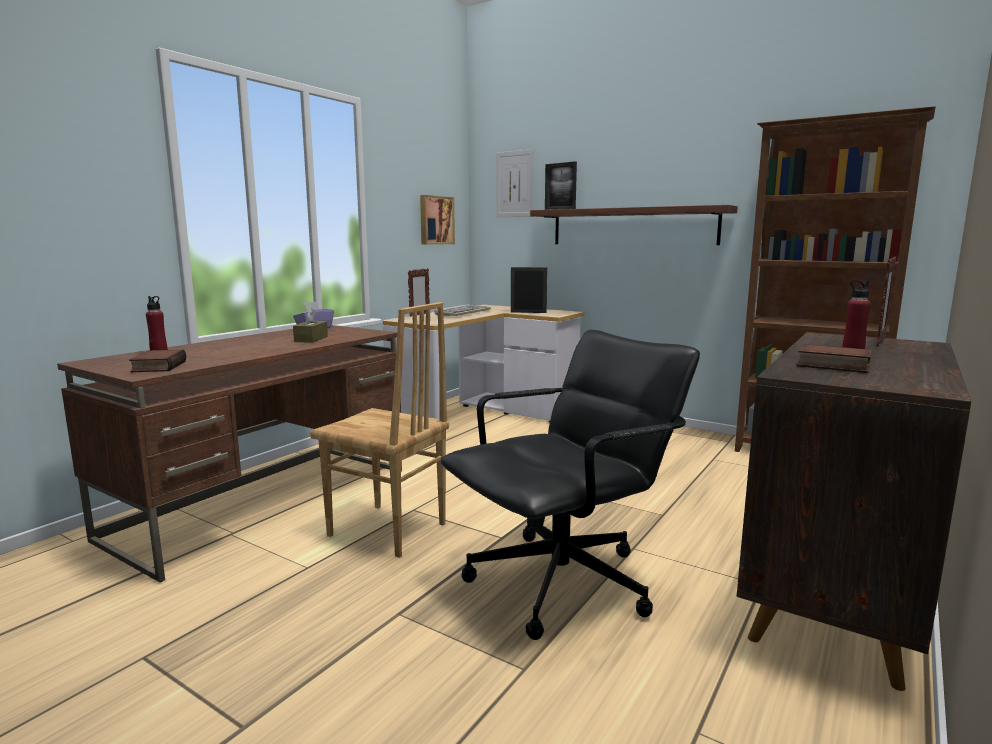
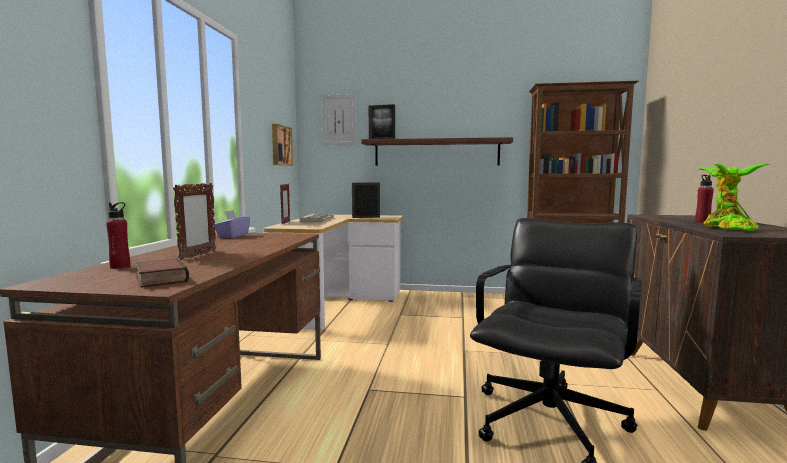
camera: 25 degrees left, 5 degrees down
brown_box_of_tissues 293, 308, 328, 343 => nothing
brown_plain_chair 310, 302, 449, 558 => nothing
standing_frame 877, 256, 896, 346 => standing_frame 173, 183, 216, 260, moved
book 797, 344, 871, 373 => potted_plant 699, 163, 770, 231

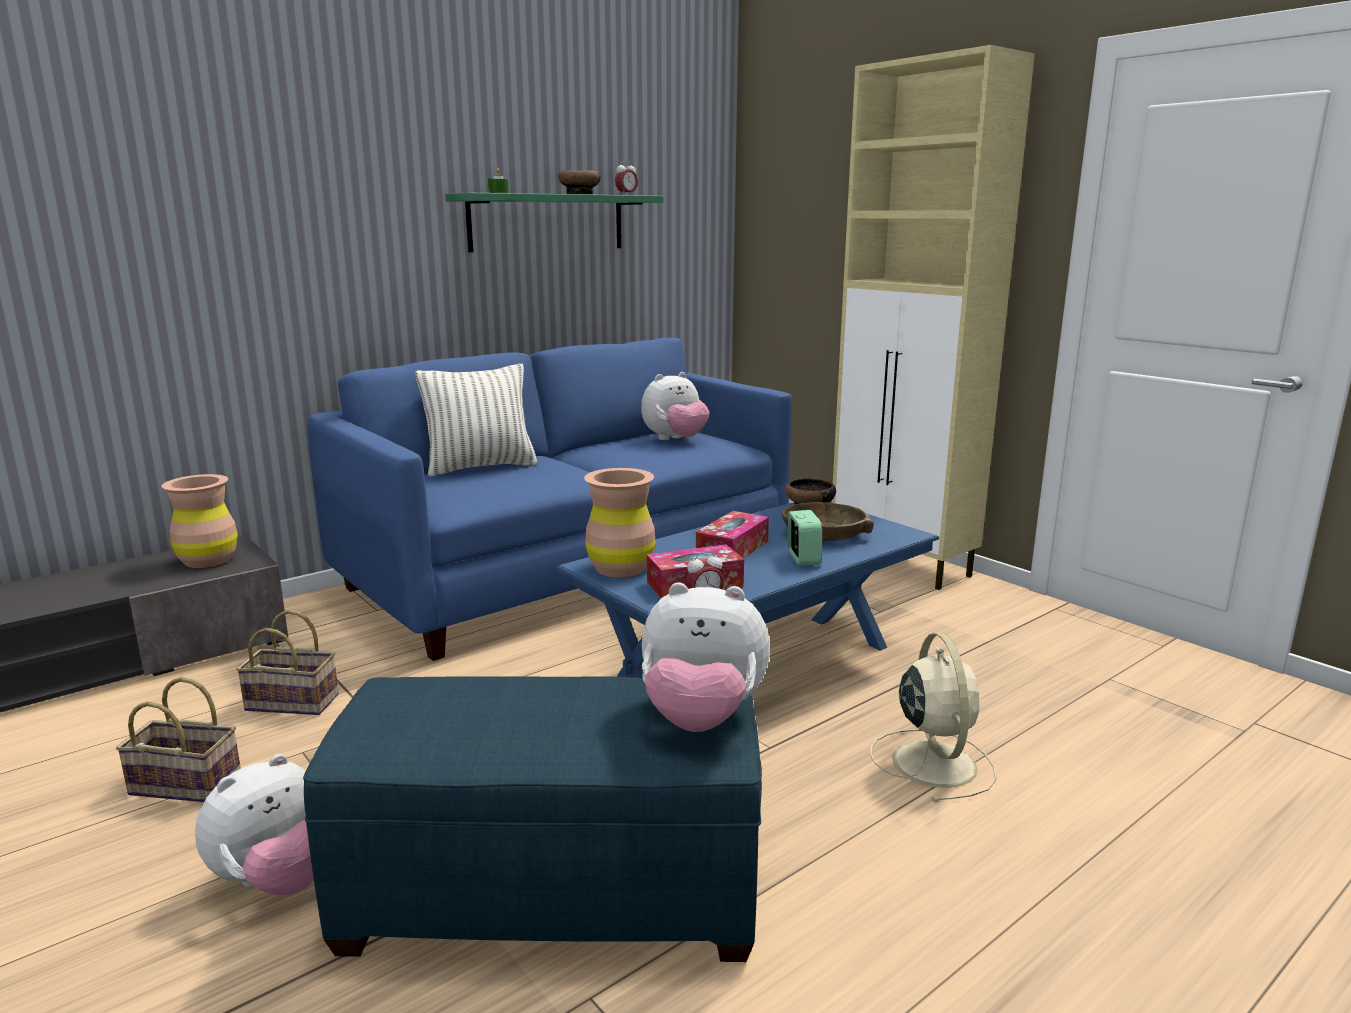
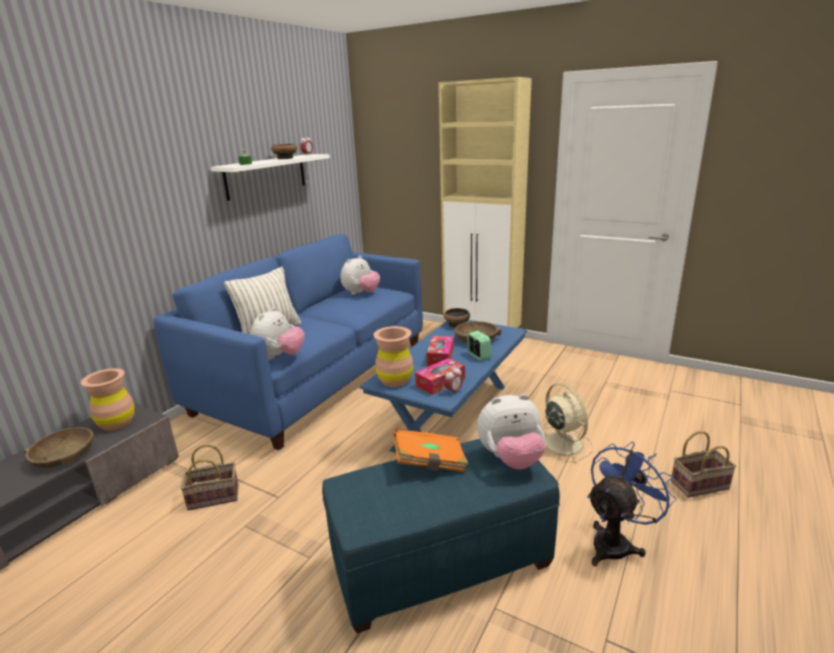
camera: 20 degrees left, 5 degrees up
nothing => brown_bowl 24, 427, 93, 468
nothing => orangey_book 393, 428, 468, 472
nothing => bluish_cooling_fan 587, 441, 676, 566
basket 116, 677, 241, 802 => basket 671, 431, 736, 498, moved
soft_toy 195, 754, 314, 895 => soft_toy 251, 307, 304, 360, moved
green-coloured_bracket_shelf 445, 193, 664, 252 => white_bracket_shelf 211, 154, 330, 201

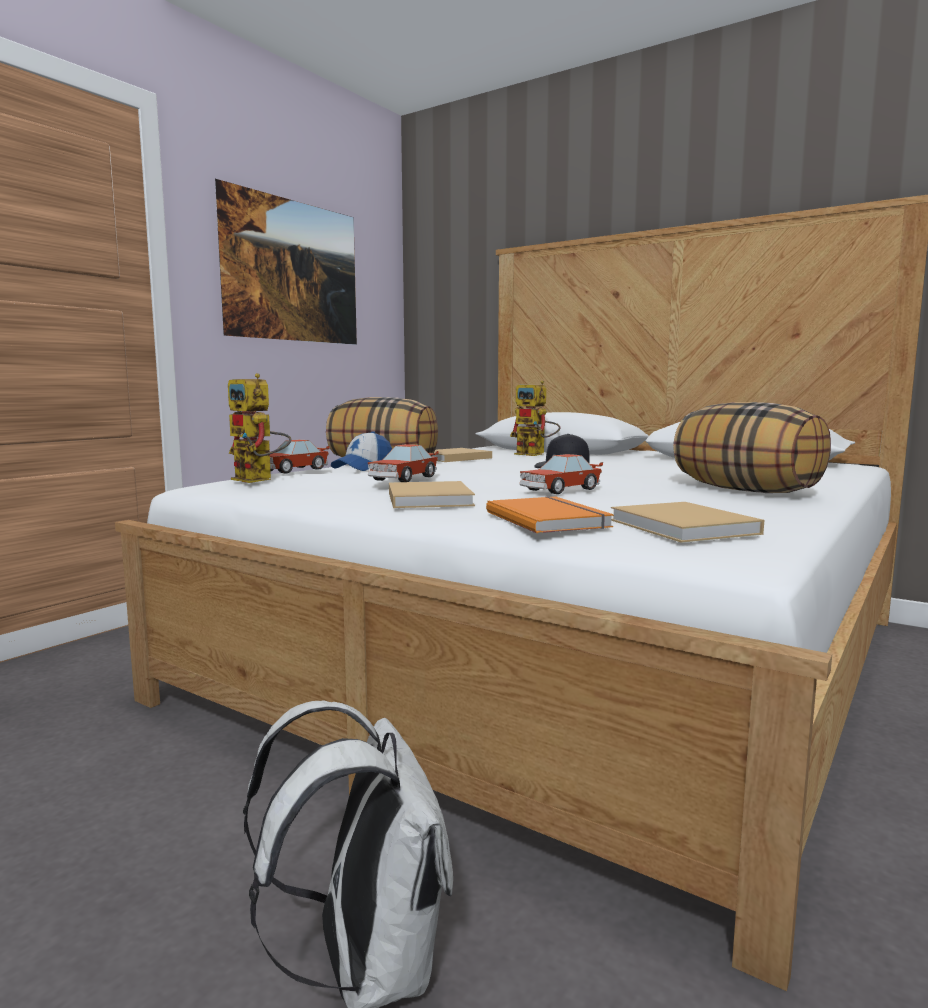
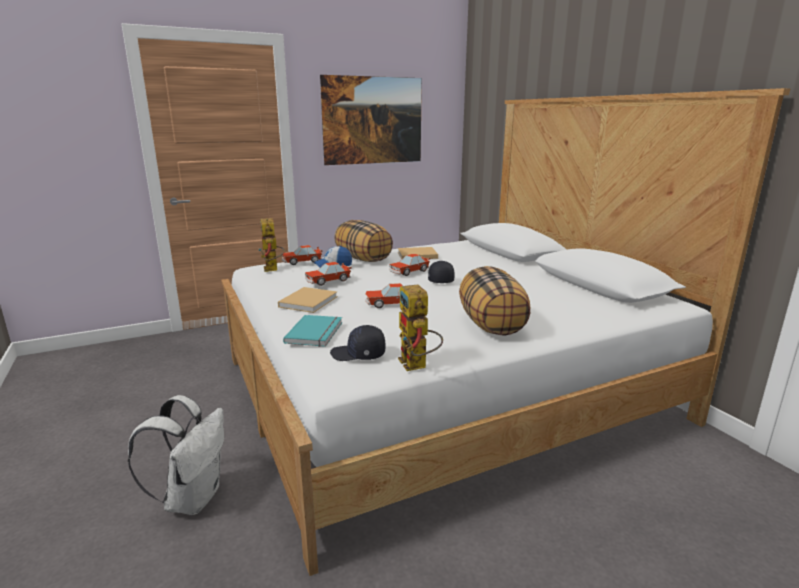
camera: 30 degrees right, 10 degrees up
nothing => toy_car 389, 254, 430, 276
model_robot 510, 380, 560, 456 => model_robot 398, 284, 443, 371, moved
beige-coloured_book 611, 502, 764, 543 => blackish_cap 330, 325, 385, 361
orangey_book 486, 496, 614, 533 => blue-green_book 283, 315, 342, 347

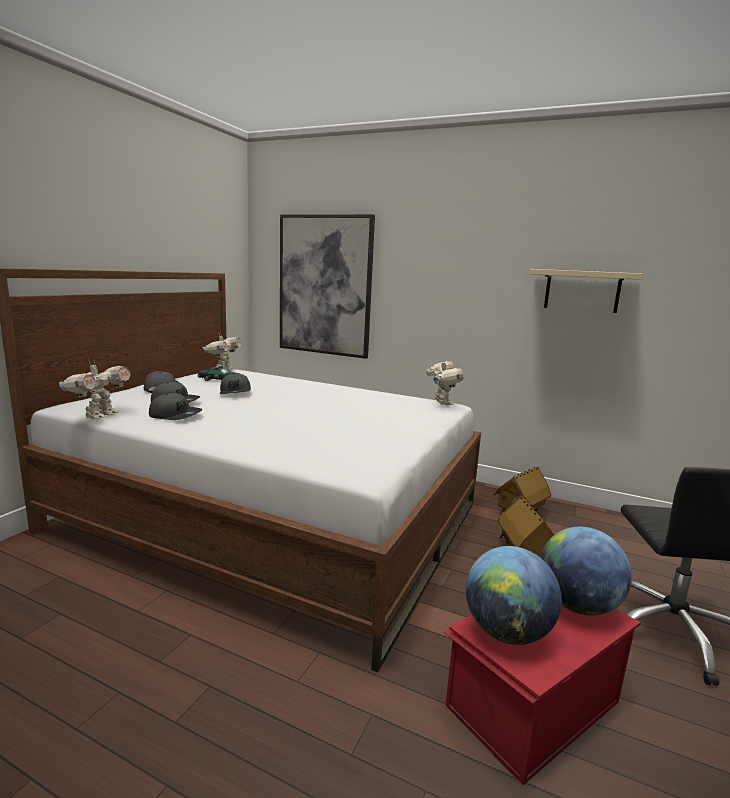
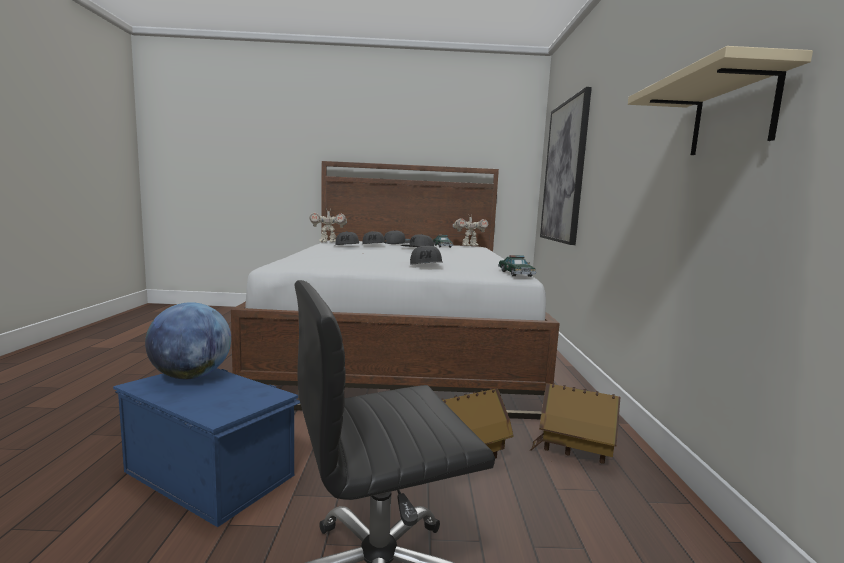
camera: 65 degrees right, 5 degrees down
globe 540, 527, 632, 616 => nothing
nothing => grey_cap 410, 245, 443, 265
model_robot 426, 358, 463, 405 => toy_car 498, 255, 537, 277
red-coloured_storage_box 444, 605, 641, 785 => bluish_storage_box 113, 368, 300, 527

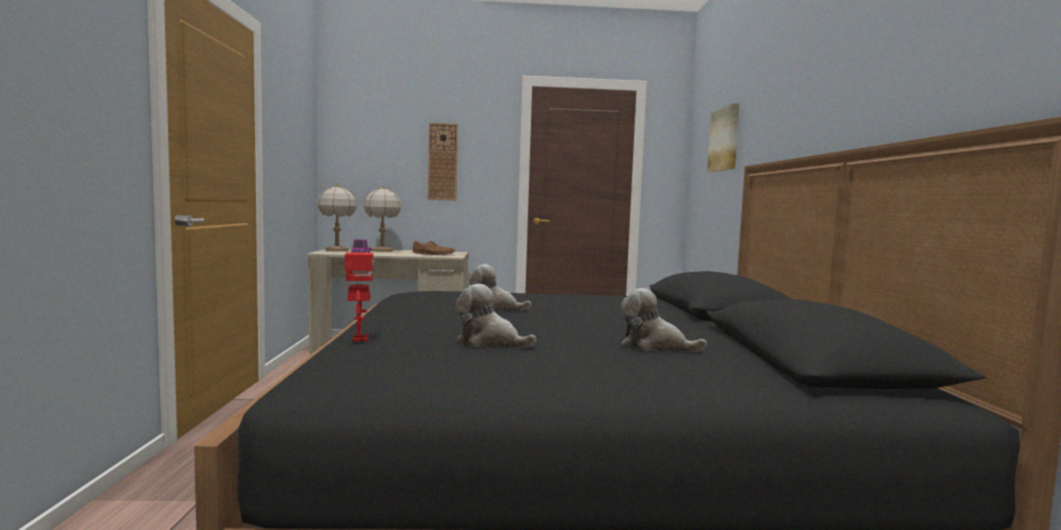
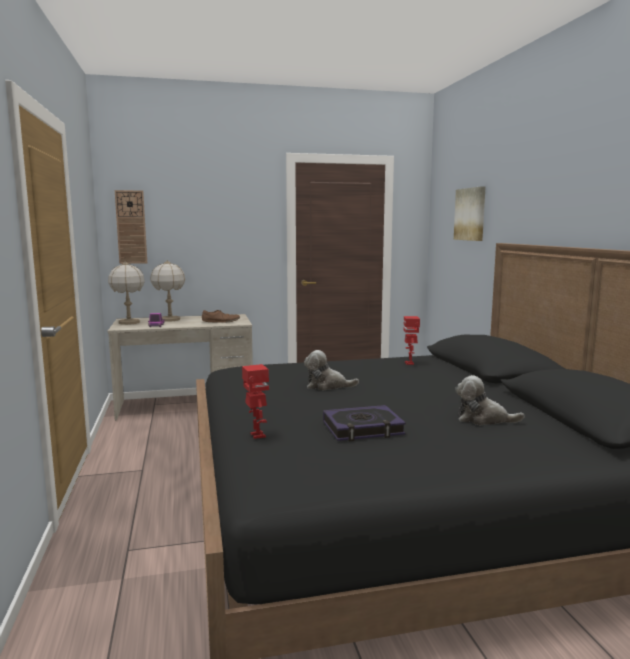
camera: 10 degrees left, 5 degrees up
nothing => model_robot 403, 316, 420, 365
wall_clock 428, 123, 458, 201 => wall_clock 115, 190, 147, 264, moved
soft_toy 456, 284, 536, 348 => book 323, 405, 406, 441

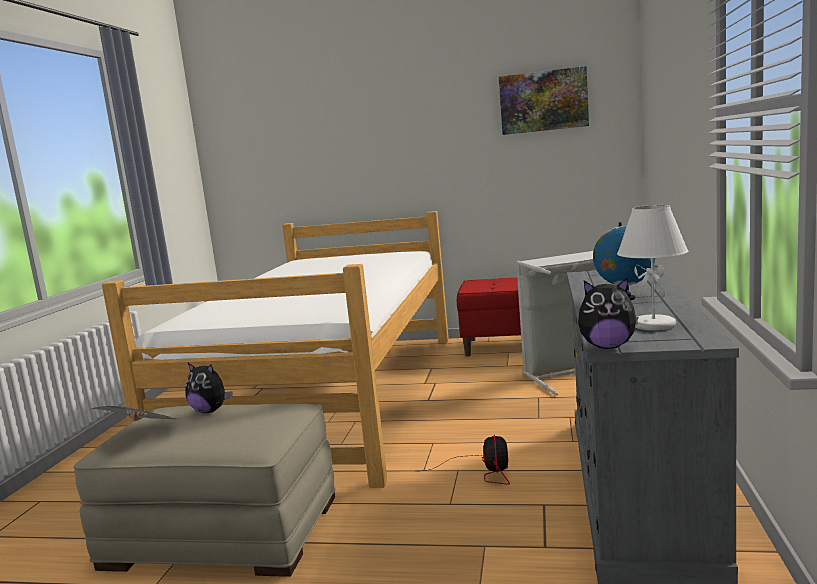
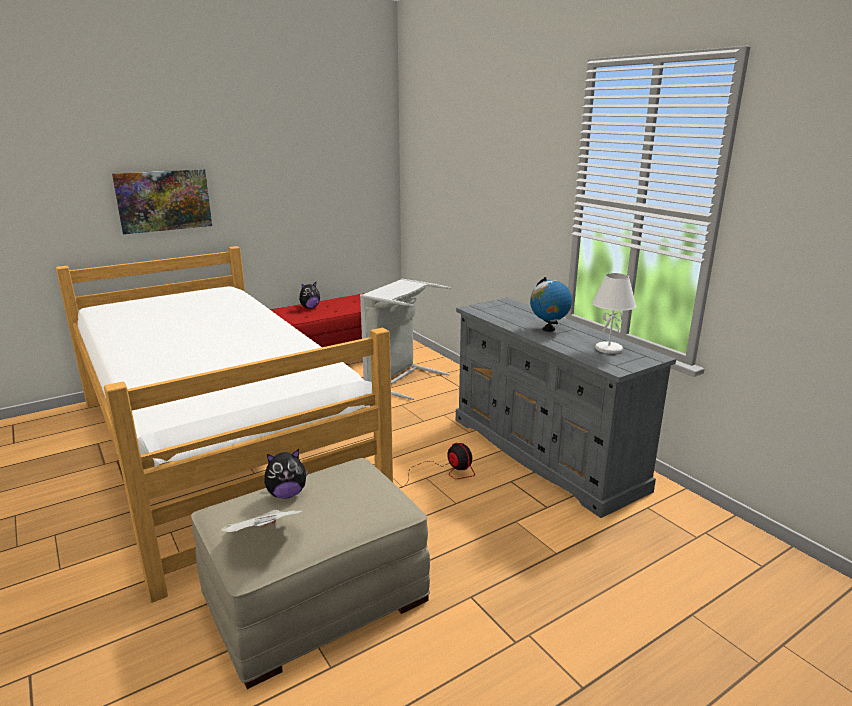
camera: 45 degrees left, 10 degrees up
picture 499, 66, 589, 135 => picture 112, 169, 212, 234, moved
soft_toy 578, 277, 638, 349 => soft_toy 299, 282, 320, 309, moved

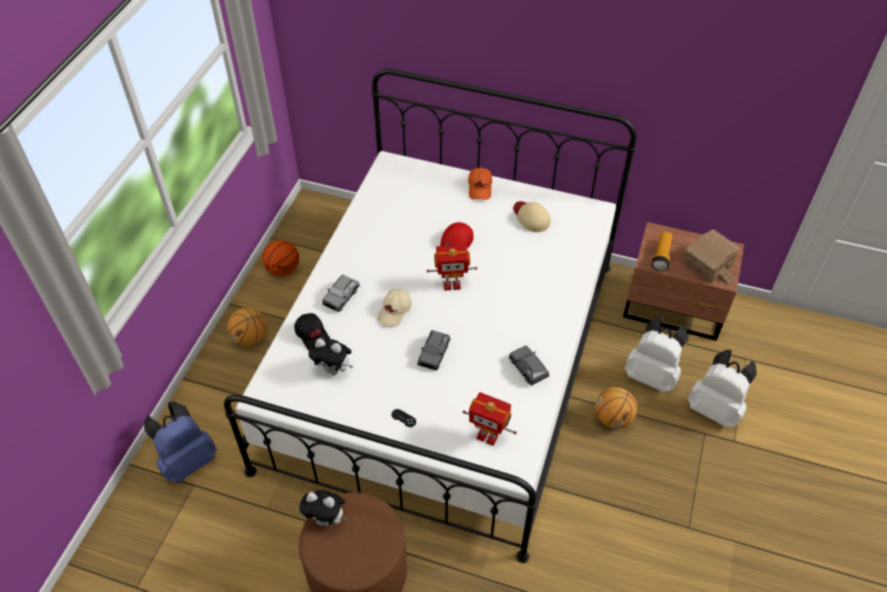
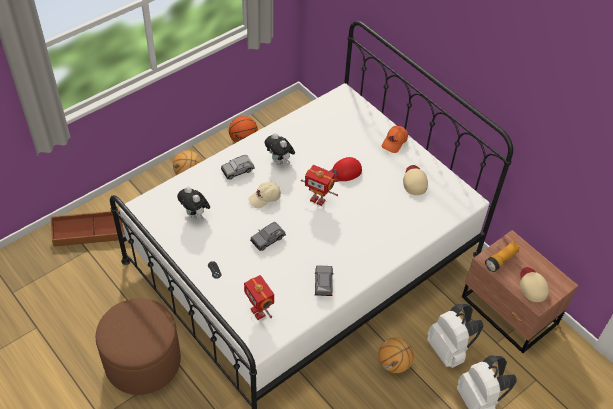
camera: 30 degrees right, 0 degrees up
blackish_cap 294, 313, 330, 350 => nothing
soft_toy 299, 490, 347, 526 => soft_toy 265, 133, 295, 164, moved
bluish_rucksack 144, 401, 217, 483 => brown_storage_box 51, 211, 124, 246
toy_house 682, 229, 741, 285 => beige-coloured_cap 520, 267, 549, 302

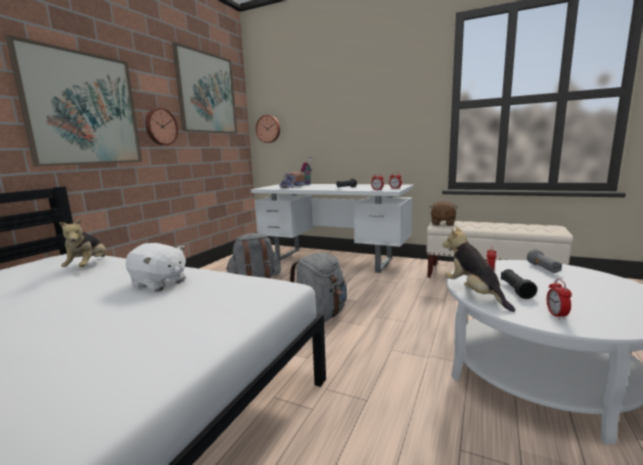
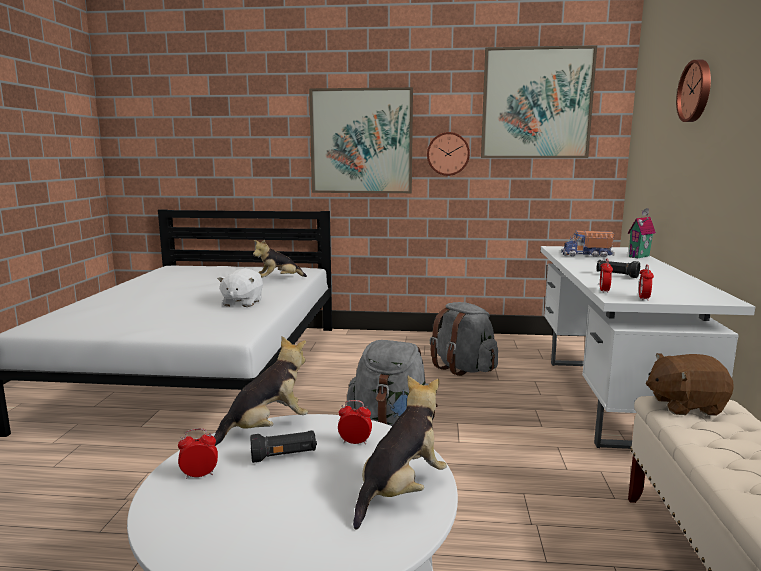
camera: 70 degrees right, 0 degrees up
wall_clock 256, 115, 280, 143 => wall_clock 676, 60, 711, 122, moved
grey_torch 527, 250, 562, 273 => soft_toy 353, 376, 447, 530

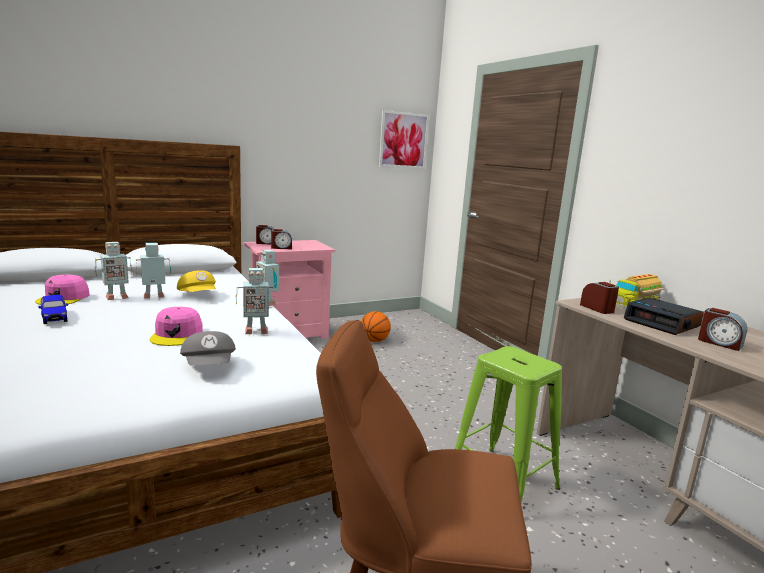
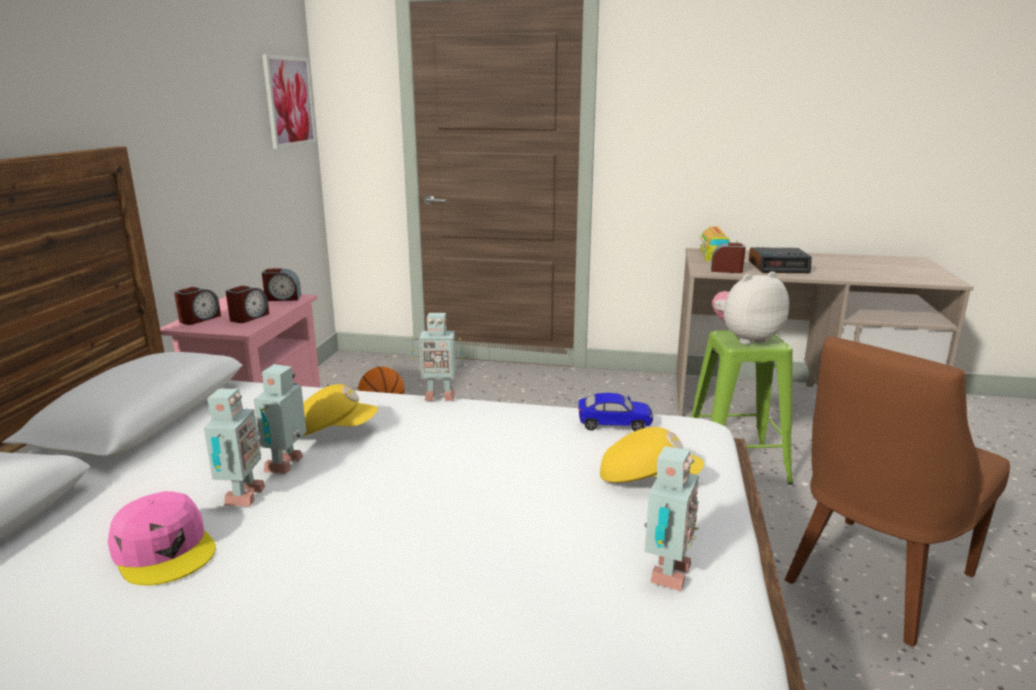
camera: 50 degrees left, 5 degrees up
pink-coloured_cap 150, 307, 203, 346 => nothing
nothing => soft_toy 712, 271, 789, 345
toy_car 38, 295, 68, 324 => toy_car 578, 393, 653, 431, moved
model_robot 236, 268, 275, 334 => model_robot 645, 446, 699, 591, moved
alarm_clock 698, 308, 747, 351 => alarm_clock 262, 268, 301, 301, moved
grey_cap 180, 331, 236, 366 => yellowish_cap 600, 427, 704, 483

